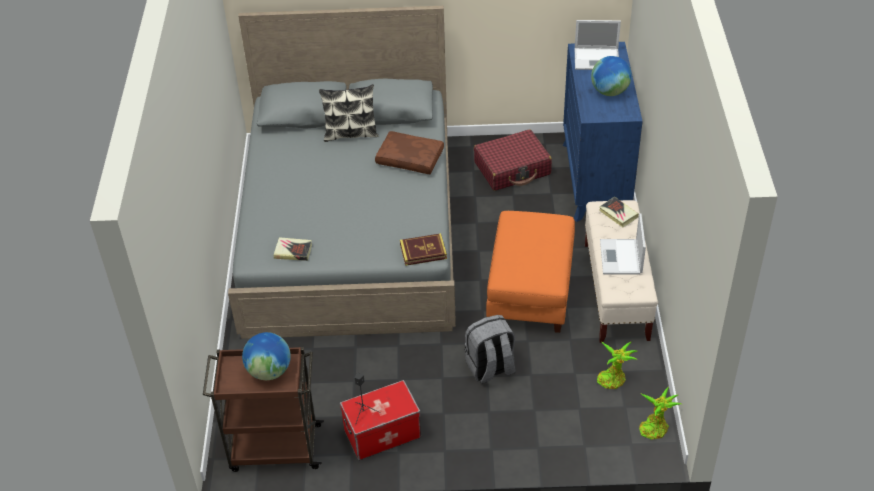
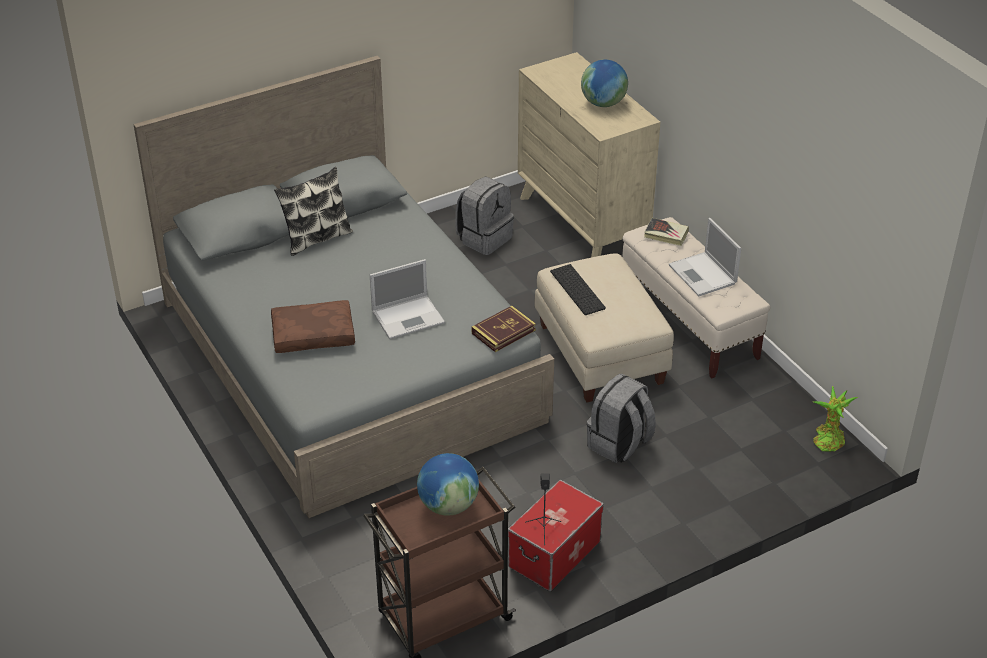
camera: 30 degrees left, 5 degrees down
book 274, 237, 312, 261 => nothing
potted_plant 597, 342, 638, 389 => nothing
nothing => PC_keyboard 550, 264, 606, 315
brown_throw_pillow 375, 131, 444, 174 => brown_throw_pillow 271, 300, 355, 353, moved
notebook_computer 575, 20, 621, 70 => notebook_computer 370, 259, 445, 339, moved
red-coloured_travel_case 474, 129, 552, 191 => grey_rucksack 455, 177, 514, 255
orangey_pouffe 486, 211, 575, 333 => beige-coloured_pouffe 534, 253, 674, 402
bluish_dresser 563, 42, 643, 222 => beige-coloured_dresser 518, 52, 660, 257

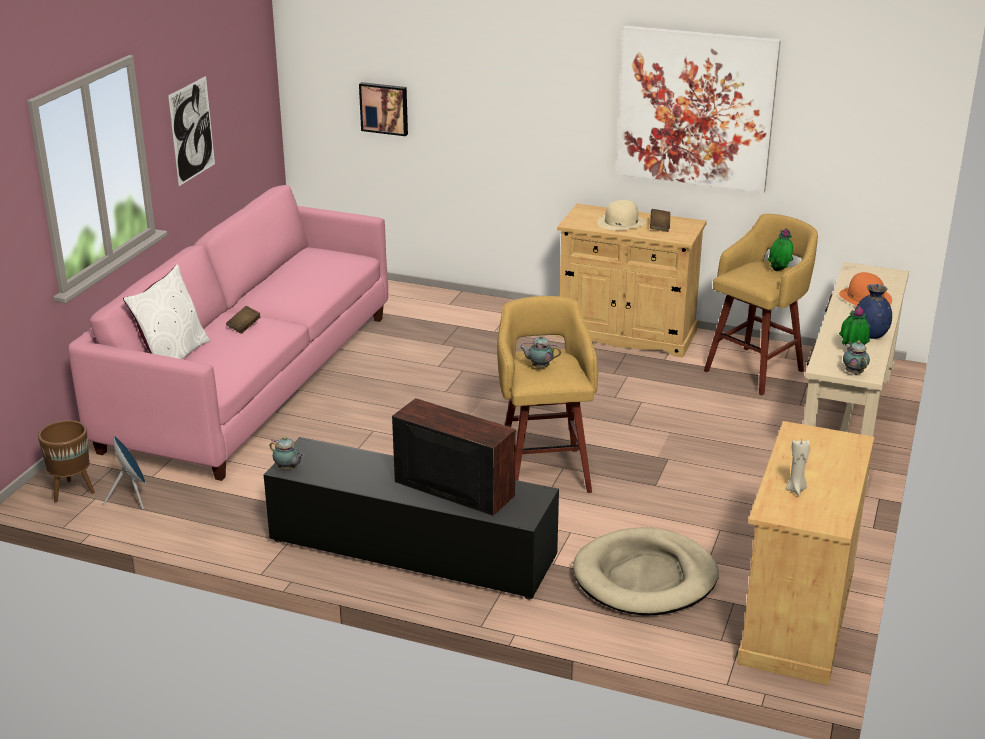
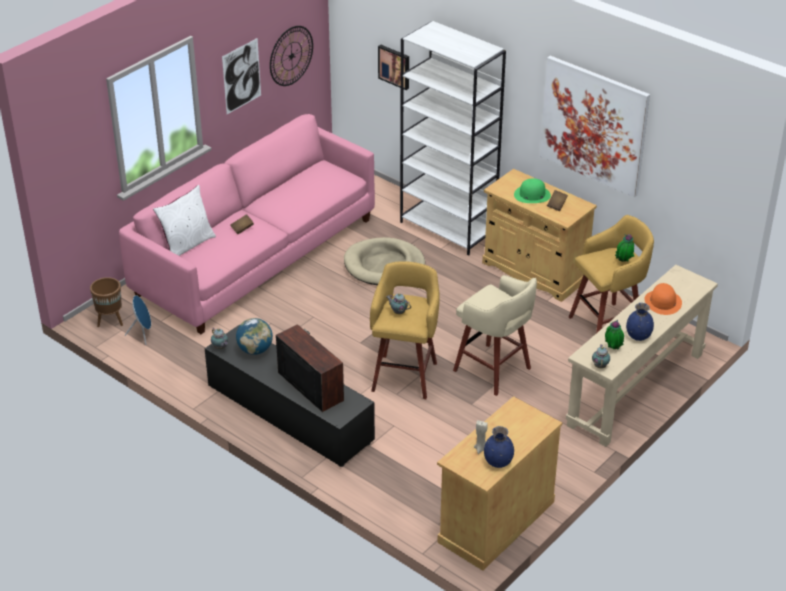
camera: 20 degrees right, 10 degrees up
nothing => globe 236, 318, 273, 355
nothing => wall_clock 270, 26, 313, 86
nothing => white_shelving_unit 400, 21, 506, 256
nothing => beige-coloured_stool_seat 453, 275, 537, 396
nothing => bluish_vase 484, 426, 514, 468
beige-coloured_pet_bed 573, 527, 719, 616 => beige-coloured_pet_bed 344, 237, 425, 285, moved
beige-coloured_clothing_hat 597, 200, 646, 230 => green-coloured_clothing_hat 514, 178, 551, 203

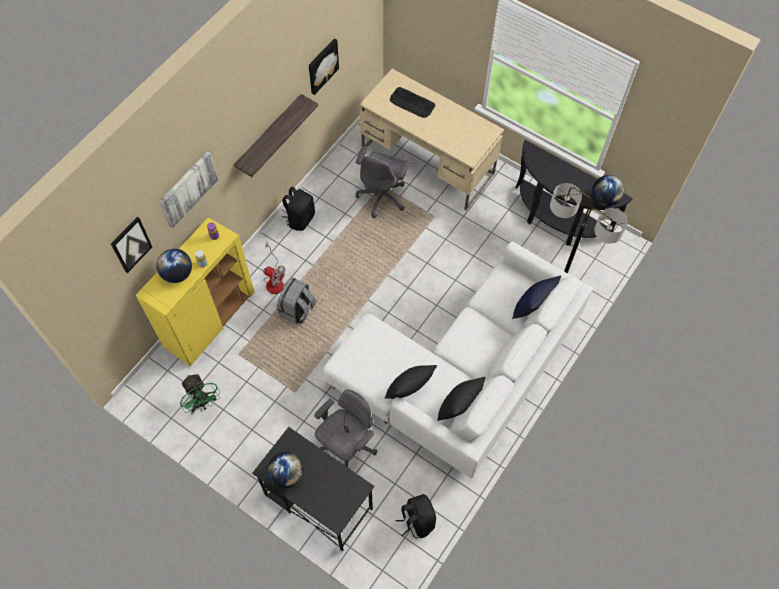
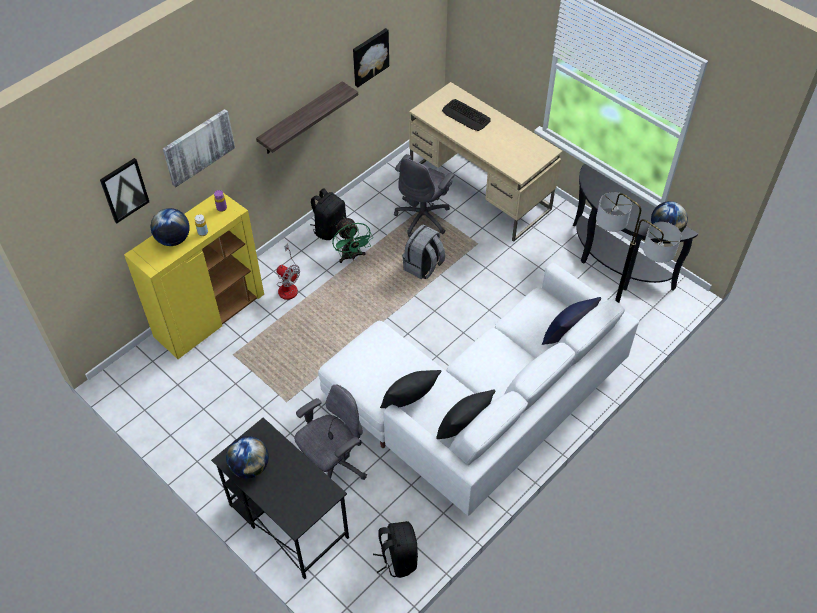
camera: 10 degrees right, 10 degrees down
green-coloured_cooling_fan 180, 374, 220, 413 => green-coloured_cooling_fan 332, 217, 373, 263, moved
grey_rucksack 276, 277, 316, 324 => grey_rucksack 402, 224, 445, 280, moved

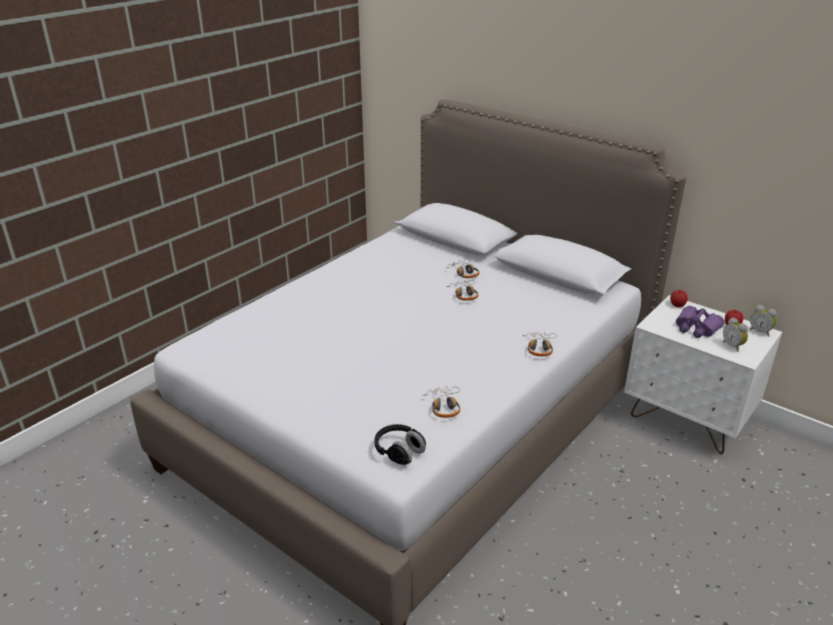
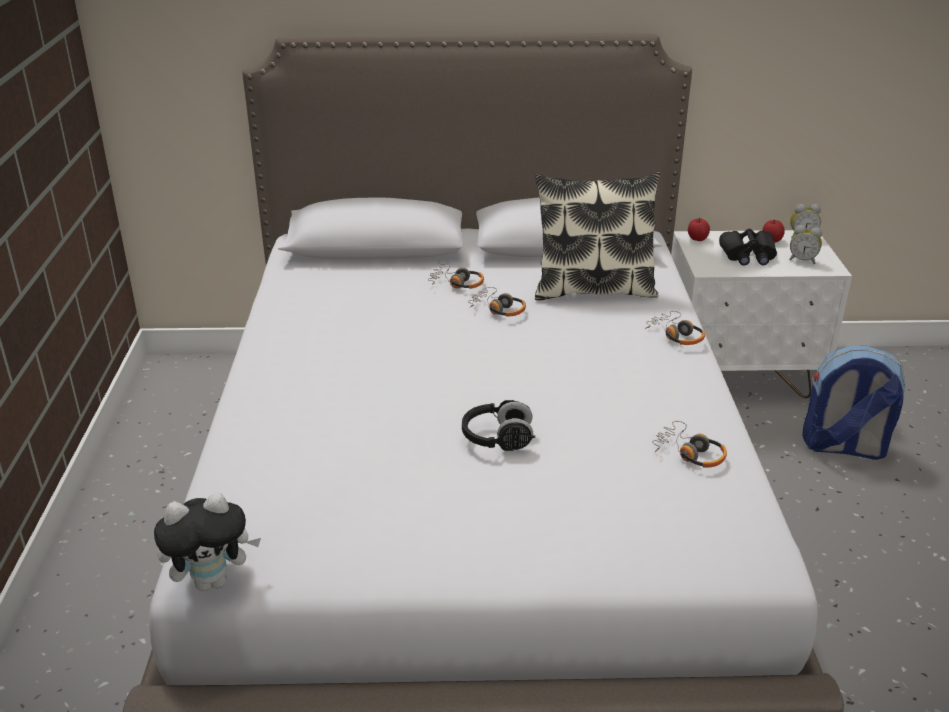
camera: 40 degrees left, 0 degrees up
nothing => soft_toy 154, 493, 261, 591
nothing => throw_pillow 535, 171, 660, 300
nothing => rucksack 802, 346, 906, 460
blackish_headset 374, 424, 426, 465 => blackish_headset 462, 400, 535, 451, moved
purple-coloured_field_glasses 676, 306, 724, 338 => blackish_field_glasses 719, 229, 777, 265

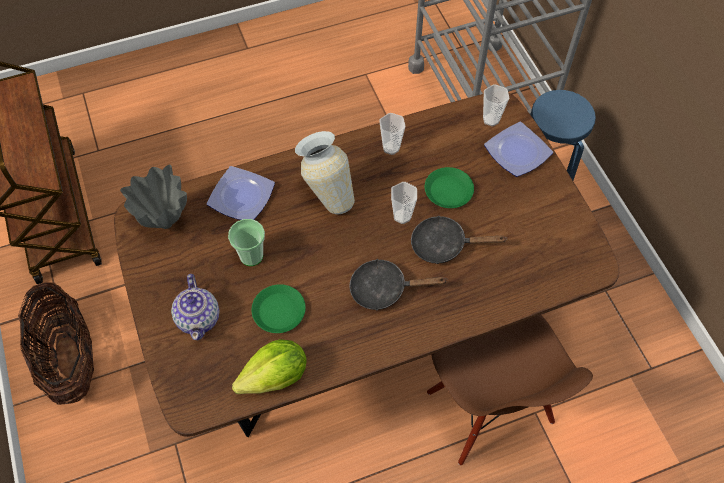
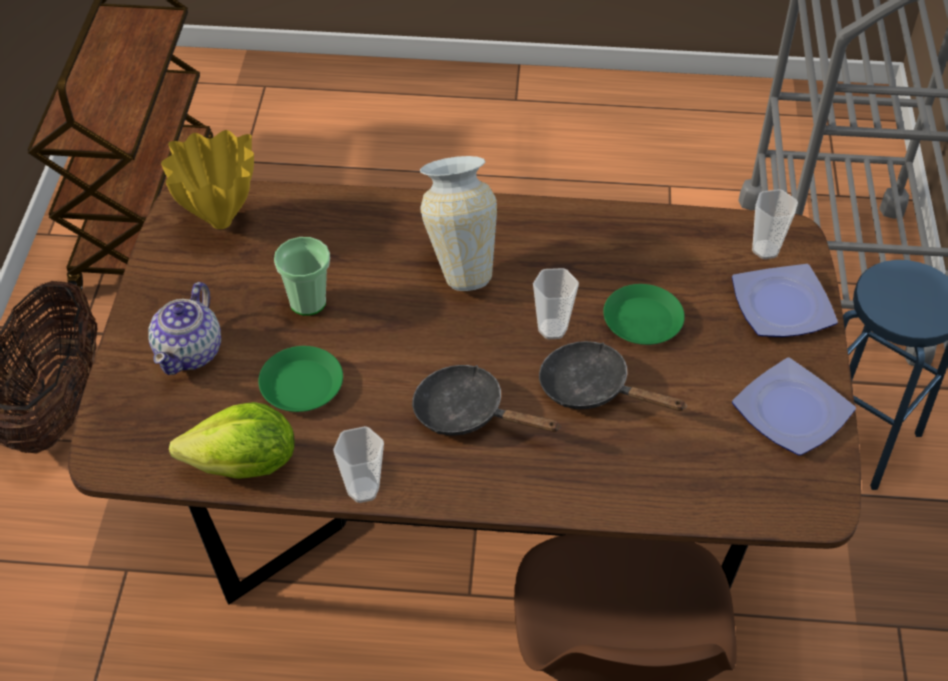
camera: 25 degrees right, 10 degrees down
plate 206, 166, 275, 220 => plate 732, 358, 856, 456, moved
cup 379, 113, 406, 155 => cup 333, 426, 384, 503, moved
grey_vase 120, 165, 187, 229 => yellowish_vase 161, 130, 254, 229

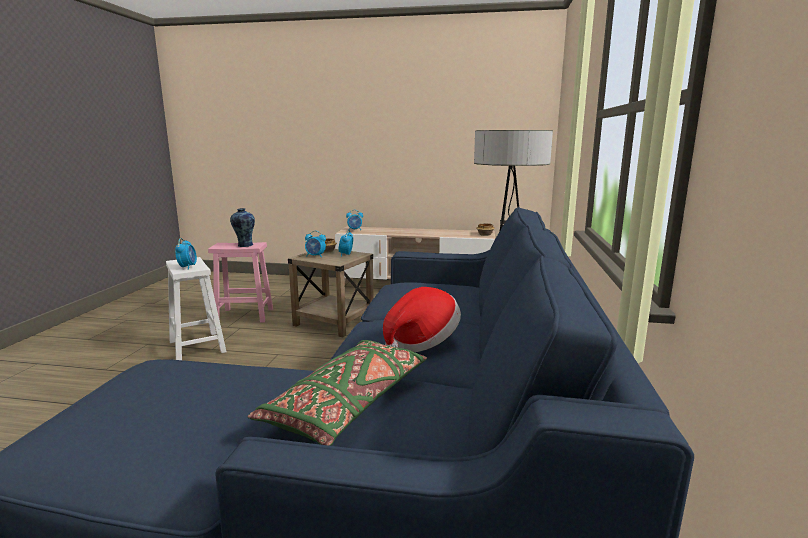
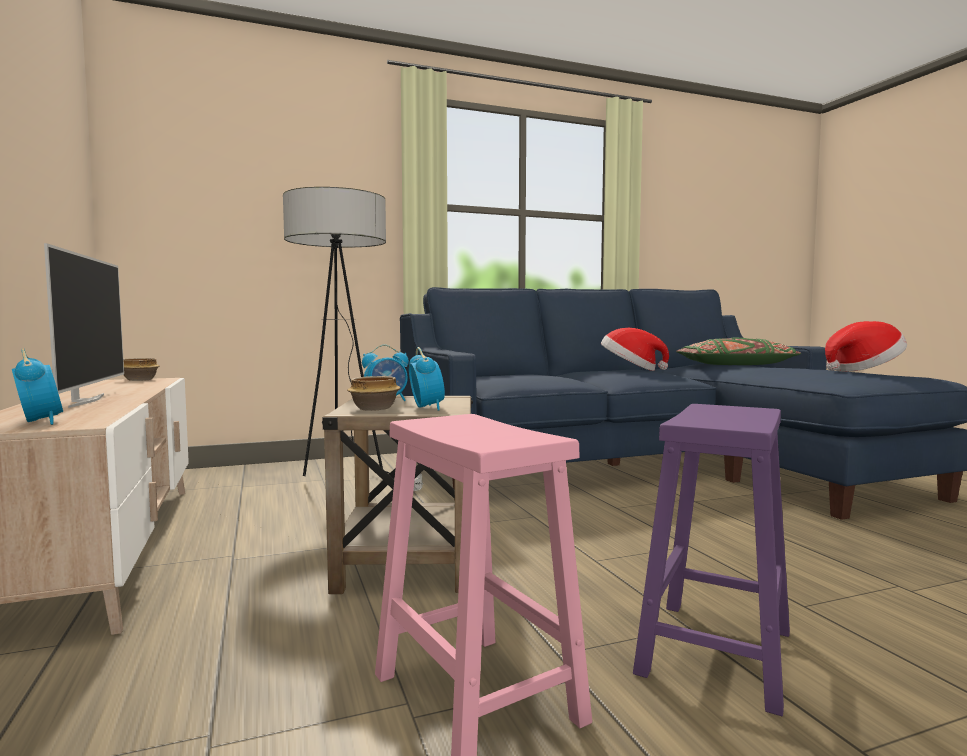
camera: 120 degrees left, 10 degrees down
alarm_clock 175, 238, 197, 270 => nothing
vase 230, 208, 255, 247 => nothing
nothing => television 44, 243, 124, 408
nothing => clothing_hat 825, 321, 907, 372
white_stool_seat 166, 257, 227, 360 => purple-coloured_stool_seat 633, 404, 790, 716

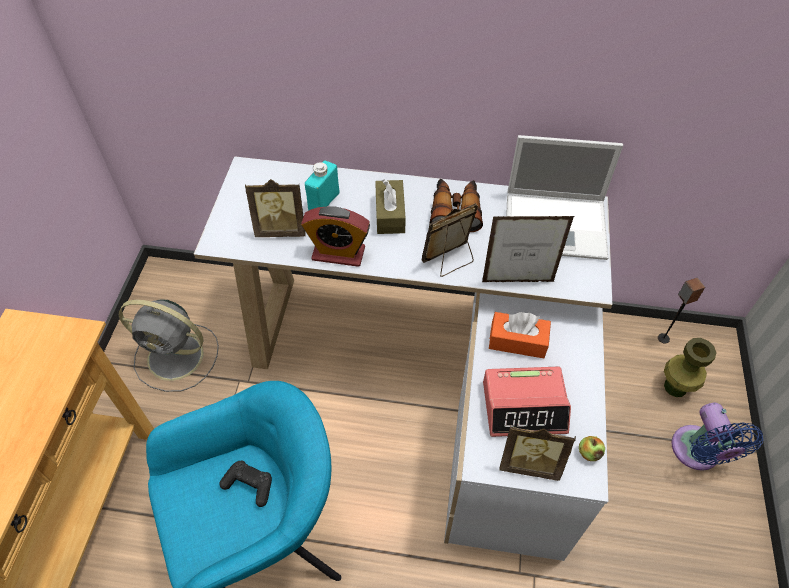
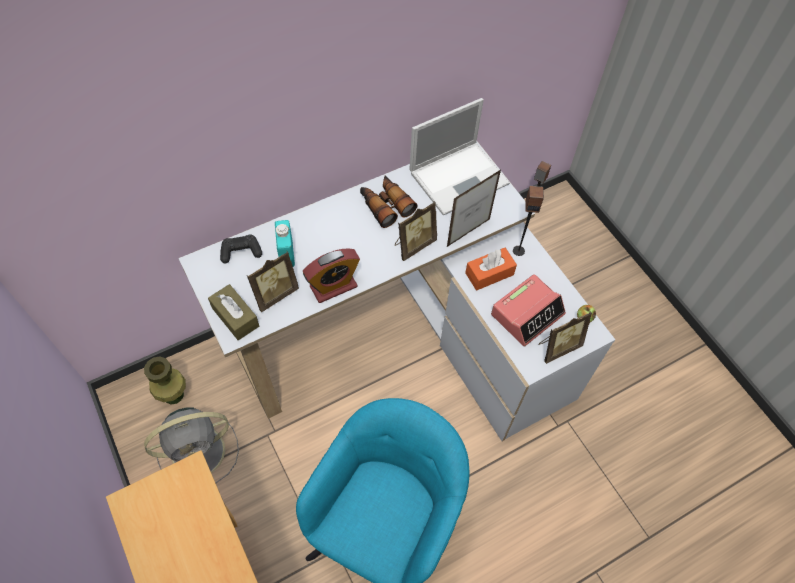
camera: 40 degrees left, 5 degrees up
bluish_cooling_fan 672, 403, 763, 471 => nothing
nothing => audio_speaker 513, 186, 544, 256
blackish_gamepad 220, 460, 272, 507 => blackish_gamepad 220, 234, 262, 263, moved
brown_box_of_tissues 375, 179, 406, 234 => brown_box_of_tissues 208, 284, 259, 340, moved
green-coloured_vase 664, 338, 717, 397 => green-coloured_vase 144, 356, 186, 405, moved
standing_frame 422, 203, 478, 277 => standing_frame 395, 201, 437, 261, 150 degrees counterclockwise

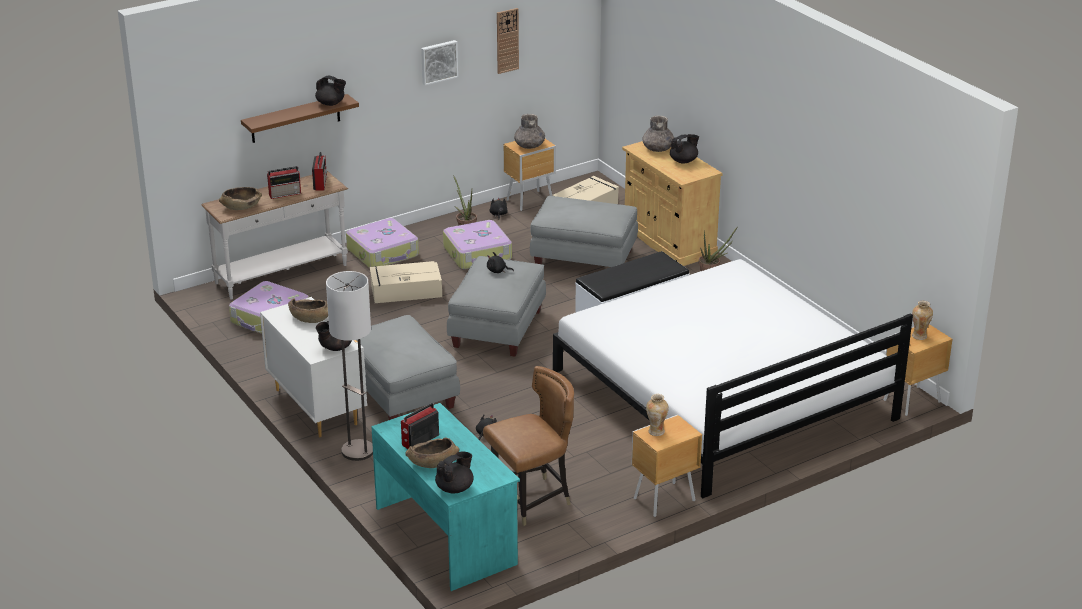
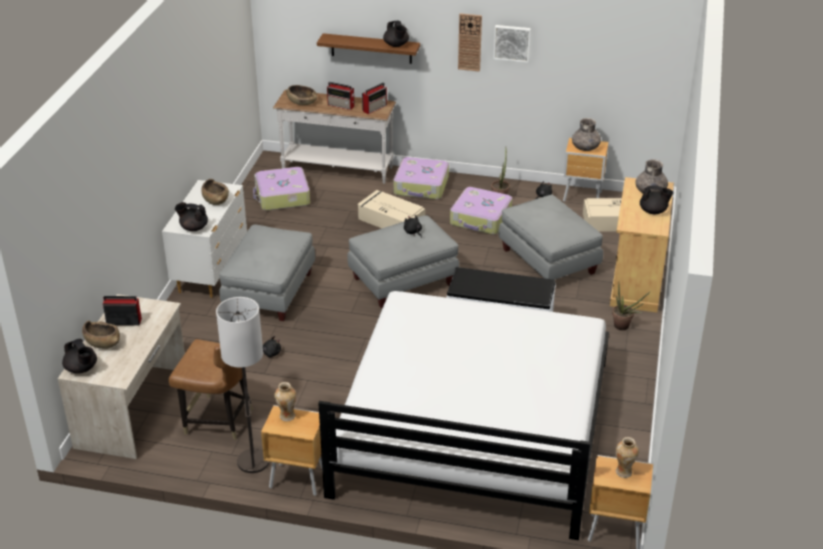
camera: 45 degrees right, 5 degrees up
floor_lamp 326, 271, 373, 461 => floor_lamp 216, 297, 269, 473, moved
wall_clock 497, 8, 519, 74 => wall_clock 458, 13, 482, 72, moved
blue-green_desk_table 371, 403, 520, 591 => beige-coloured_desk_table 58, 294, 185, 459
blackish_teapot 435, 452, 474, 493 => blackish_teapot 62, 339, 97, 374, 45 degrees clockwise

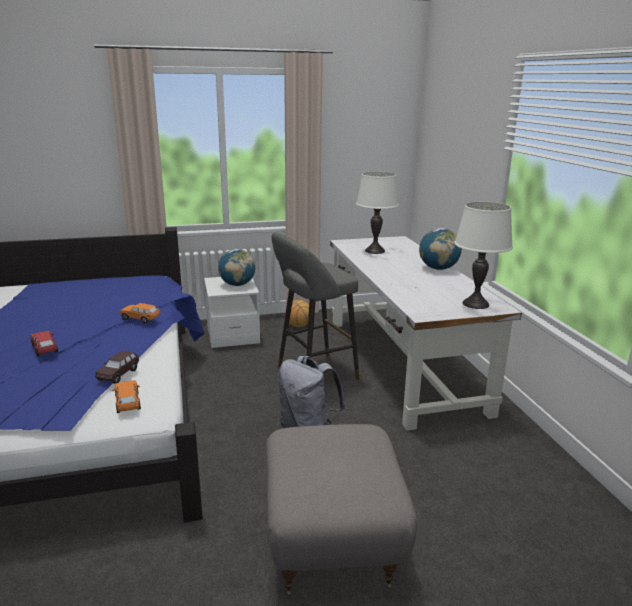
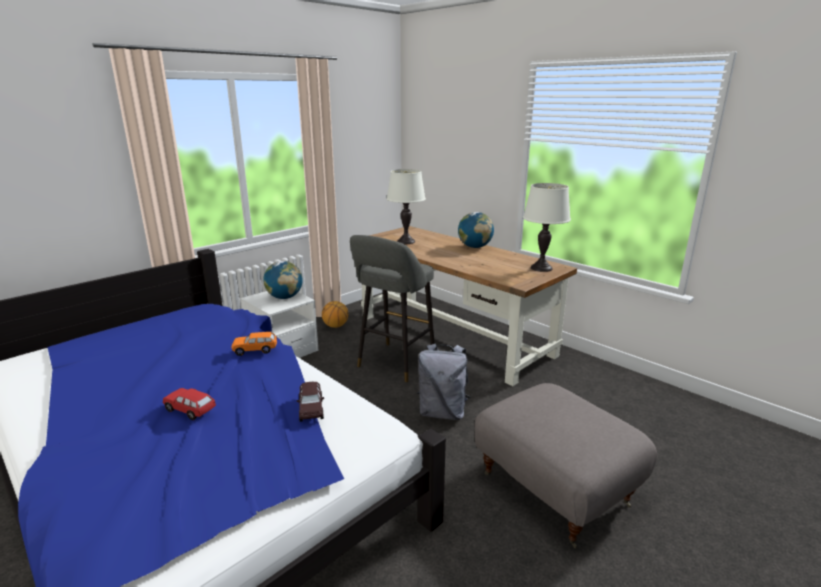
camera: 30 degrees left, 0 degrees up
orangey_toy_car 113, 380, 141, 413 => nothing
white_desk_table 330, 236, 522, 431 => brown_desk_table 361, 226, 577, 386

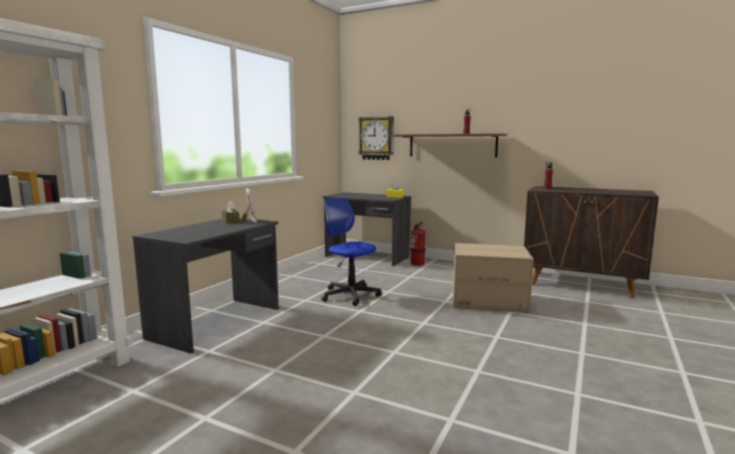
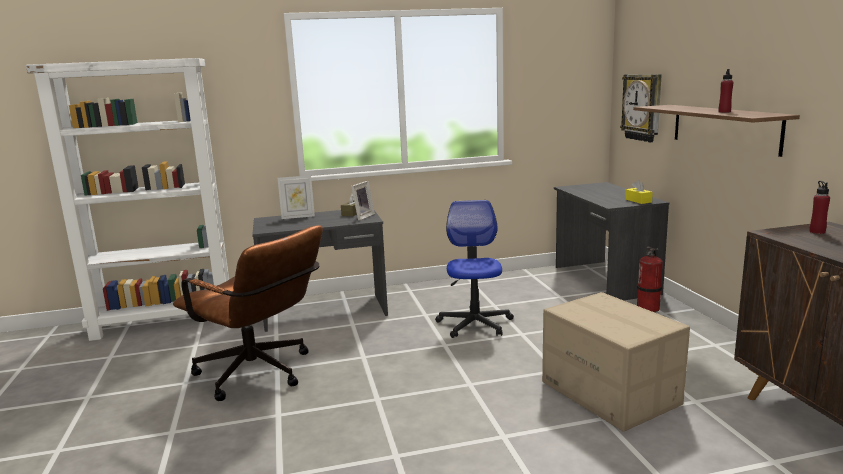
camera: 50 degrees right, 5 degrees up
nothing => brown_desk_chair 173, 225, 323, 401
nothing => standing_frame 278, 175, 315, 219

